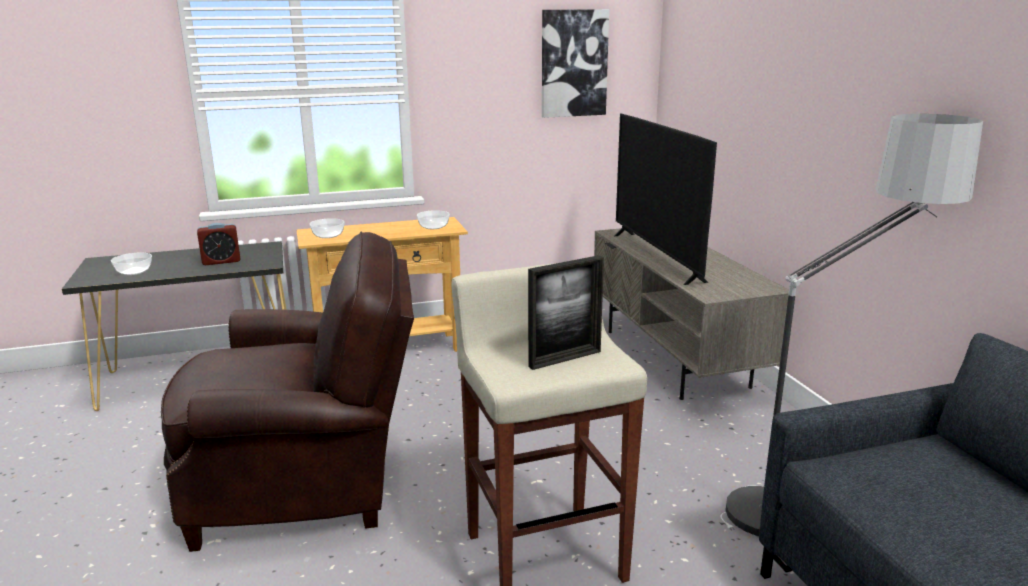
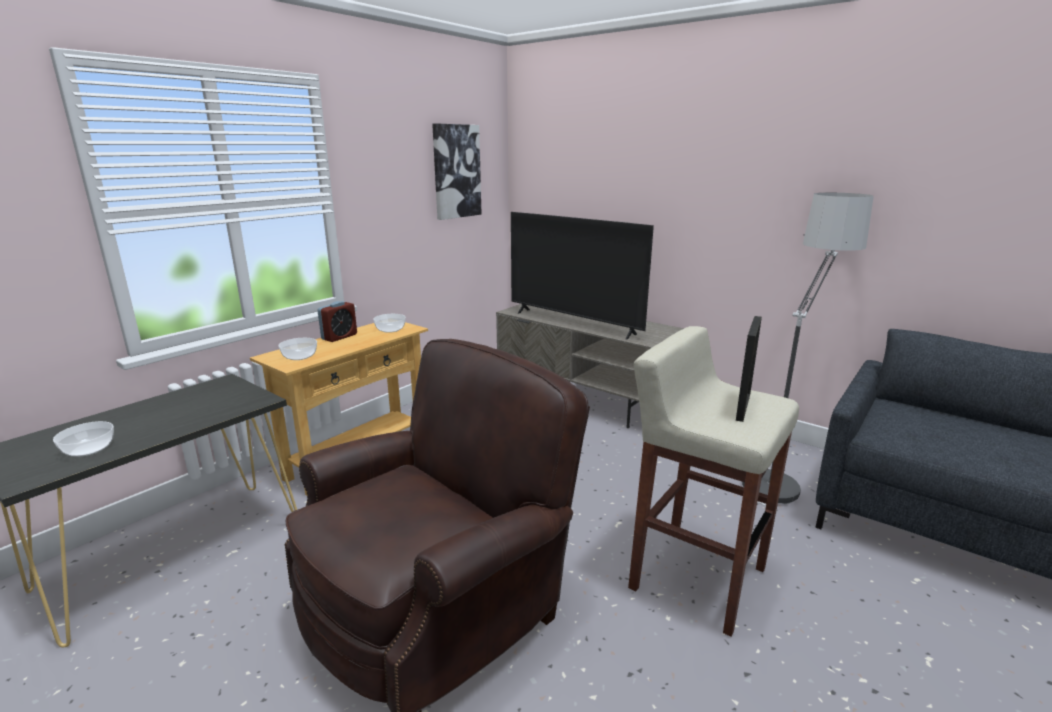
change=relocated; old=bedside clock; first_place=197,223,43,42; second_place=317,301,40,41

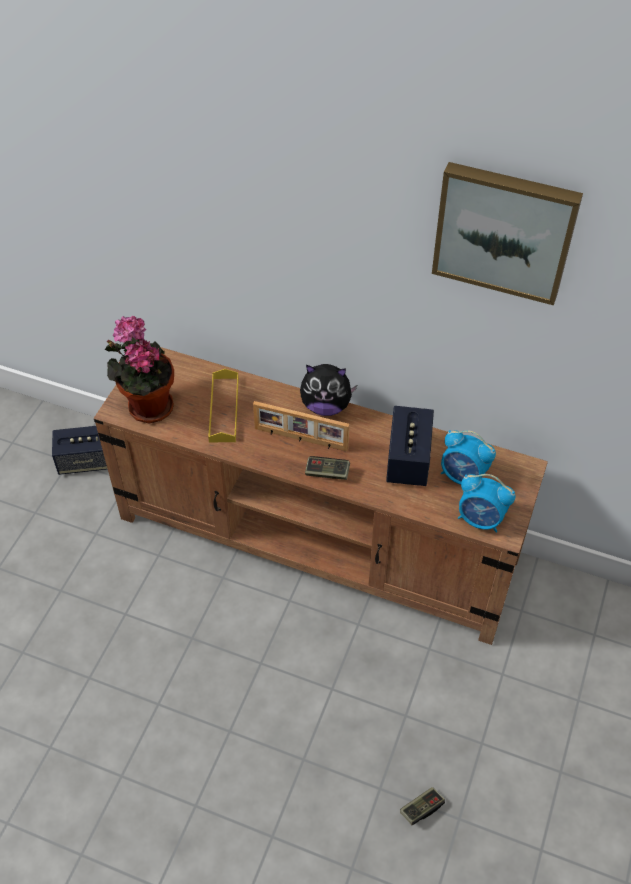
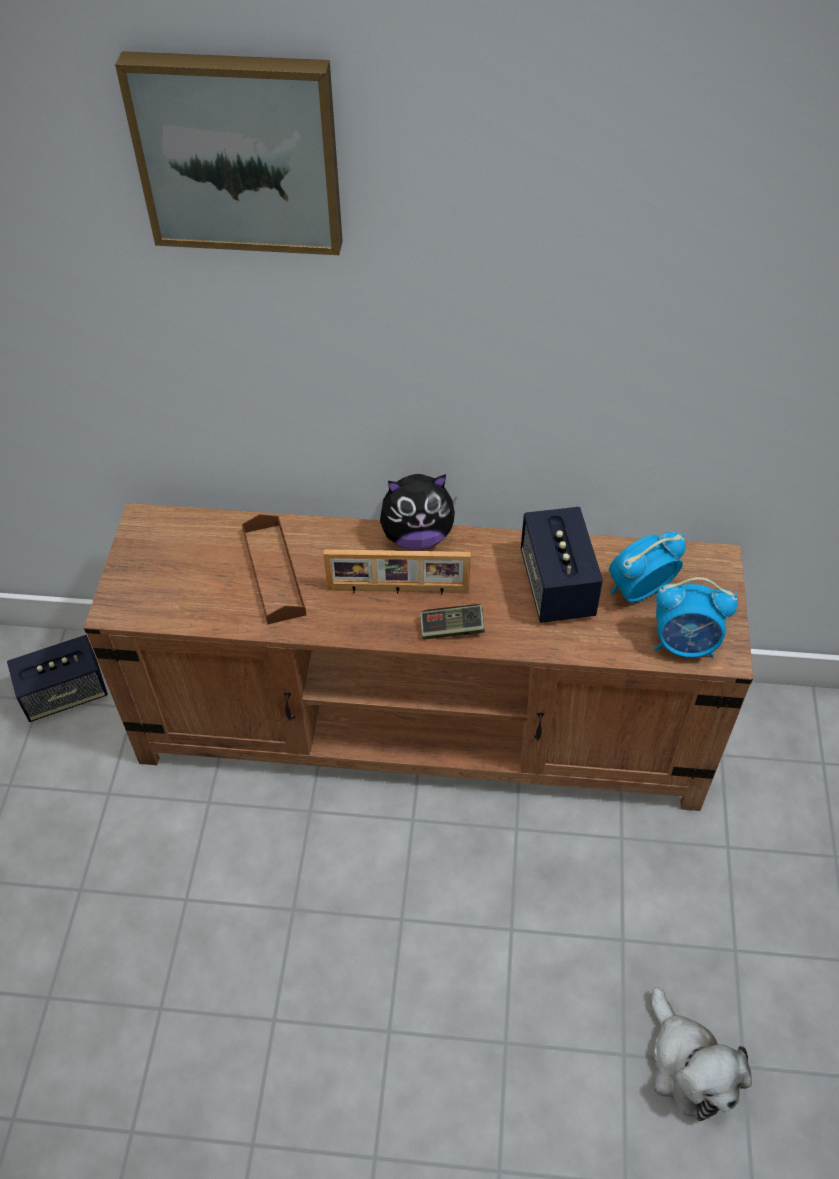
change=relocated; old=wall picture; first_place=432,162,151,143; second_place=115,51,228,204
change=missing; old=houseplant; first_place=105,316,69,107
change=colour; old=yellow-coloured carrying tray; new=brown carrying tray; first_place=208,369,31,73; second_place=242,514,64,110
change=spun; old=bedside clock; first_place=441,430,55,55; second_place=609,532,77,71; degrees=135
change=exchanged; old=game controller; new=plush toy; first_place=400,787,45,38; second_place=651,987,101,134

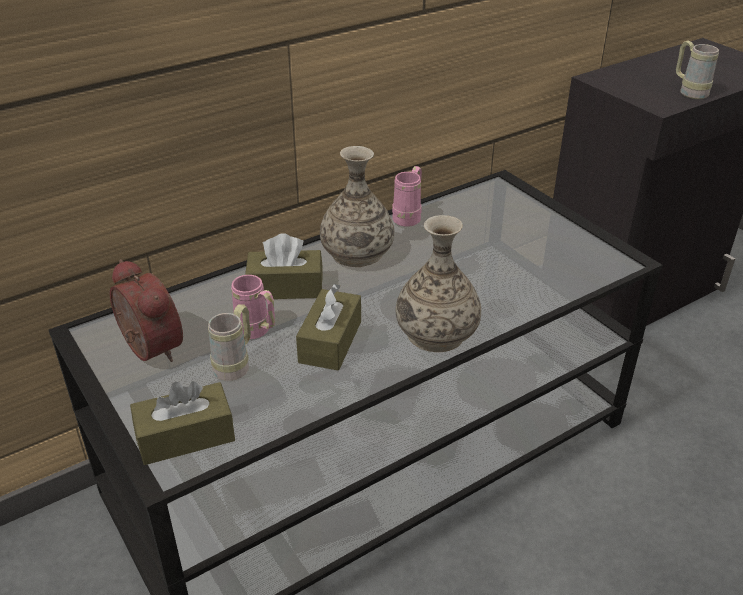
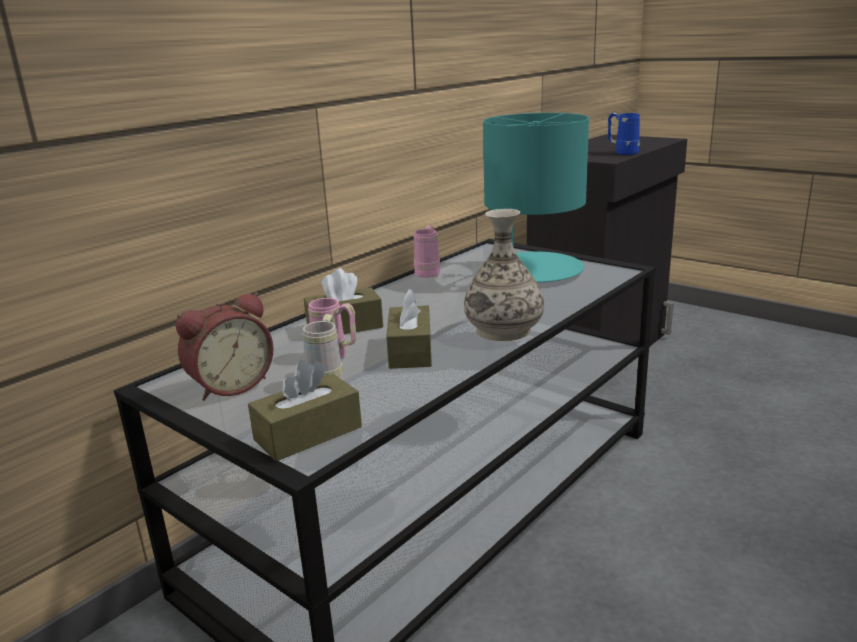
change=colour; old=beige tea mug; new=blue-coloured tea mug; first_place=676,40,43,59; second_place=608,112,32,43
change=missing; old=vase; first_place=320,146,74,121
change=spun; old=bedside clock; first_place=110,259,73,103; second_place=176,293,98,108; degrees=105
change=appeared; new=turquoise table lamp; second_place=483,113,106,169

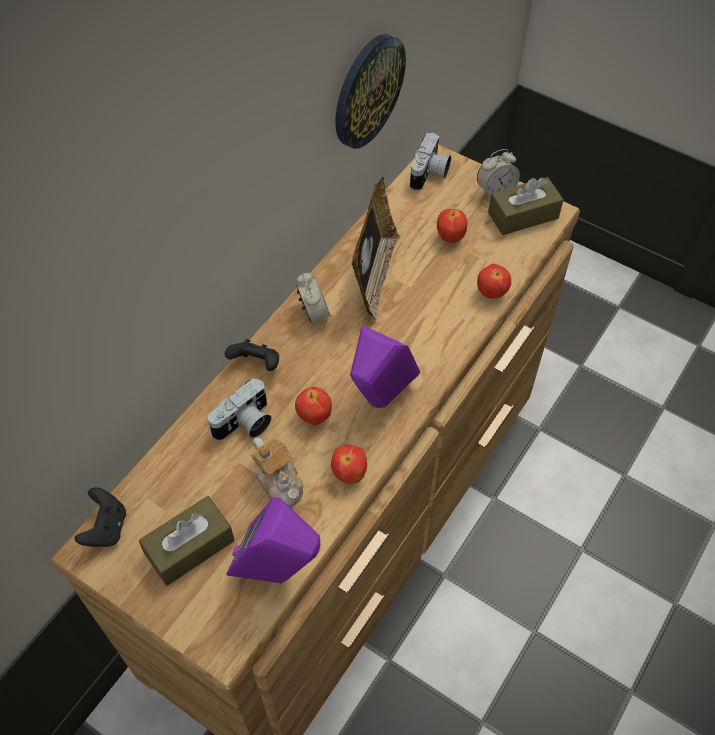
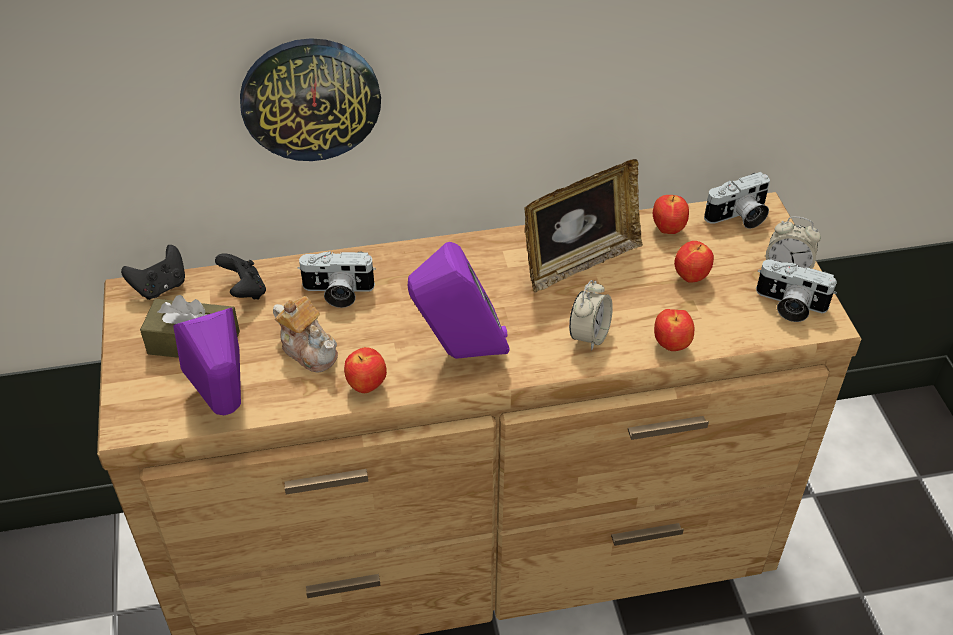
change=relocated; old=hanging clock; first_place=335,34,71,115; second_place=240,38,141,123
change=exchanged; old=brown box of tissues; new=photo camera; first_place=488,177,76,58; second_place=756,260,81,62
change=relocated; old=bedside clock; first_place=296,272,34,51; second_place=569,280,44,71
change=relocated; old=black-coloured game controller; first_place=225,339,54,32; second_place=215,253,51,47
change=relocated; old=whole apple; first_place=295,387,37,38; second_place=653,195,36,39
change=spun; old=tea pot; first_place=251,437,52,70; second_place=273,296,65,76; degrees=-60

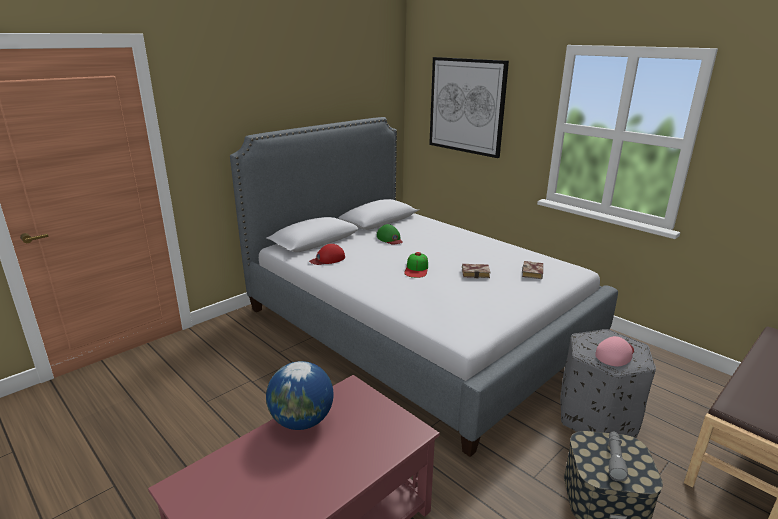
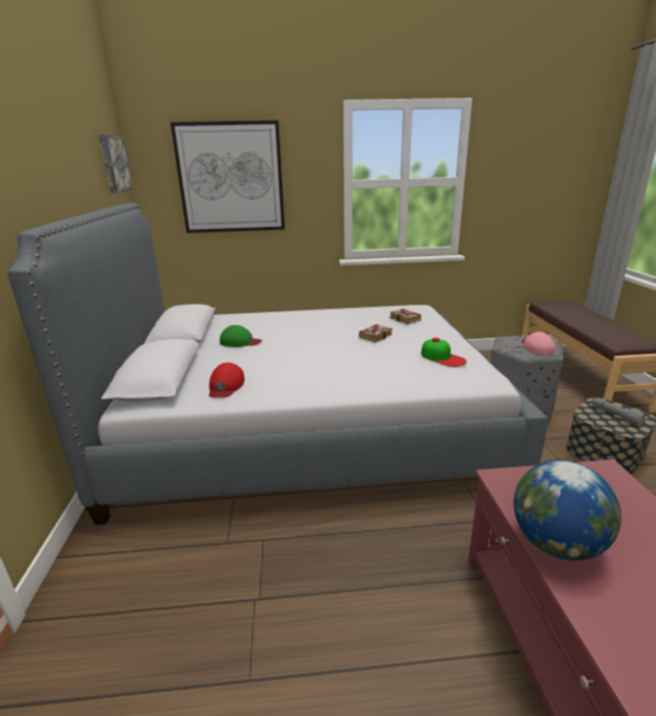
change=relocated; old=peaked cap; first_place=404,252,24,26; second_place=421,338,46,29
change=appeared; new=wall picture; second_place=99,134,34,59

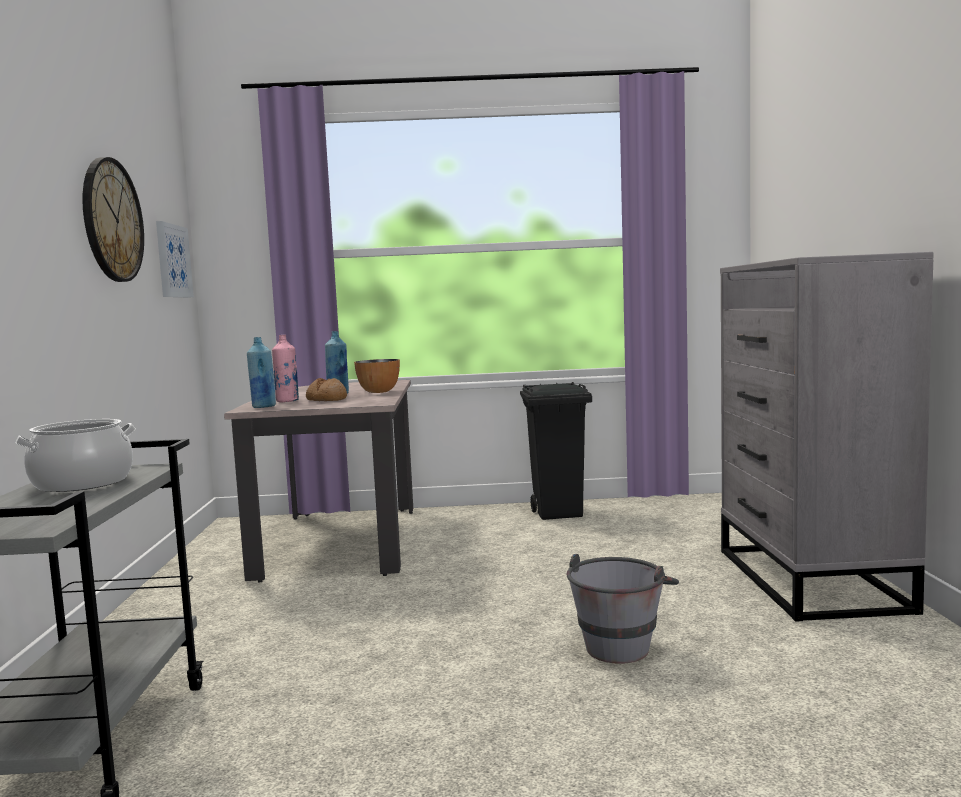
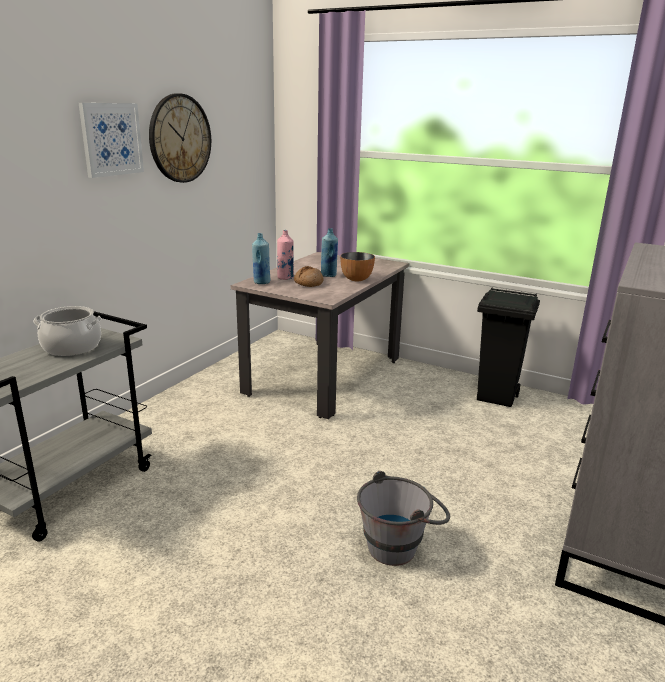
change=relocated; old=wall picture; first_place=156,221,38,77; second_place=79,103,65,75

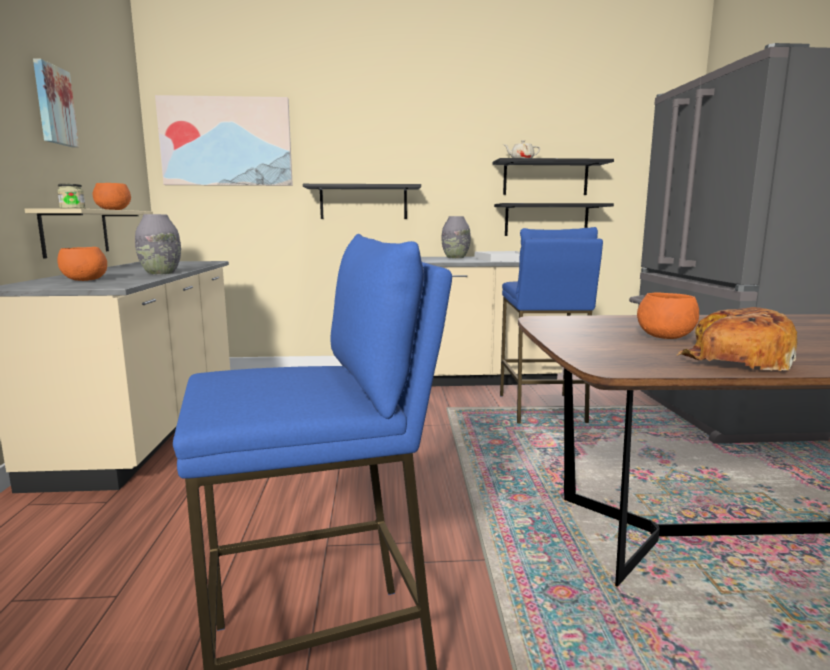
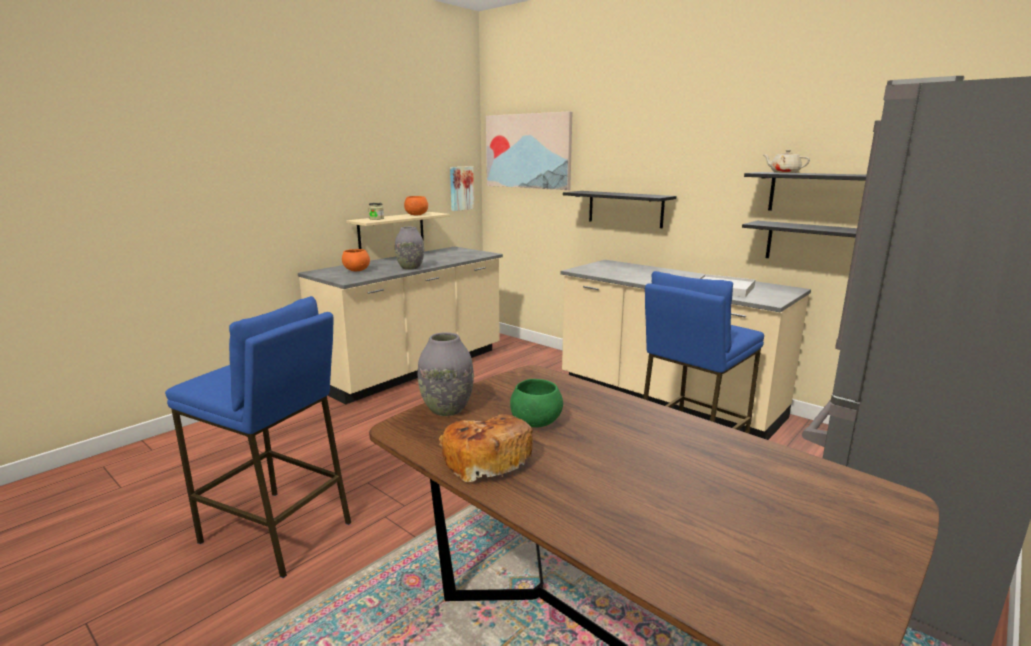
change=relocated; old=wall picture; first_place=33,58,46,89; second_place=450,166,24,45
change=relocated; old=gray vase; first_place=441,216,30,42; second_place=418,332,56,84
change=colour; old=orange-coloured bowl; new=greenish bowl; first_place=637,293,62,46; second_place=510,379,53,49

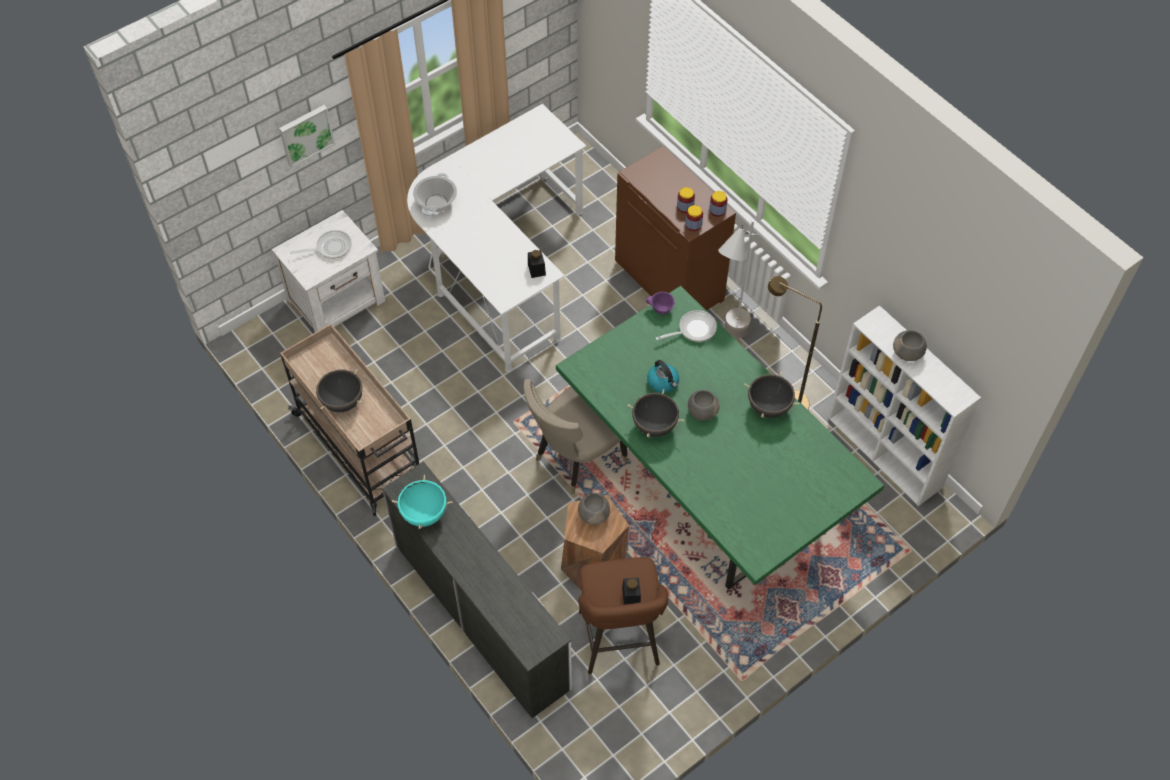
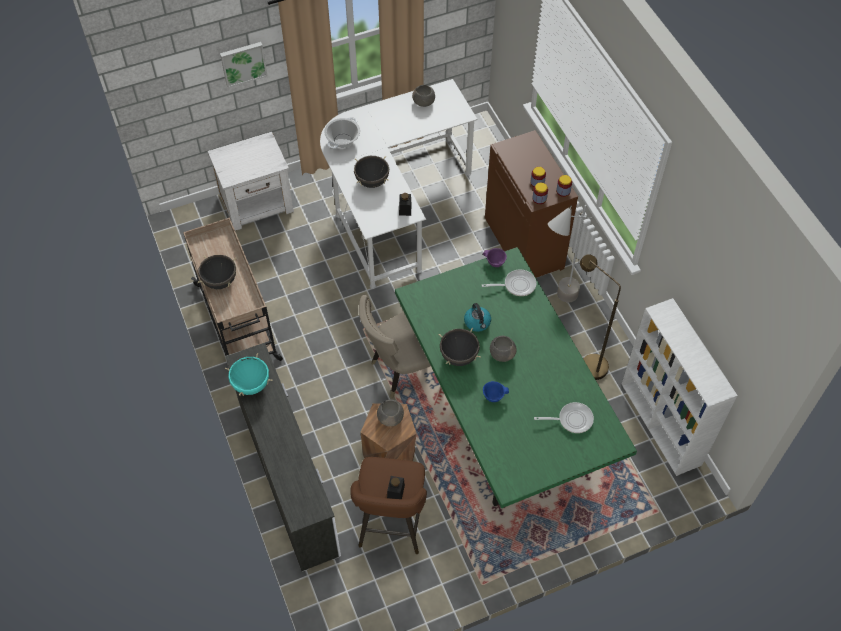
change=relocated; old=pan; first_place=290,230,62,29; second_place=534,402,60,31
change=relocated; old=gray bowl; first_place=893,330,34,31; second_place=412,85,23,22
change=relocated; old=black-coloured stockpot; first_place=744,372,55,46; second_place=354,156,35,32
change=appeared; new=blue-coloured bowl; second_place=483,381,26,21

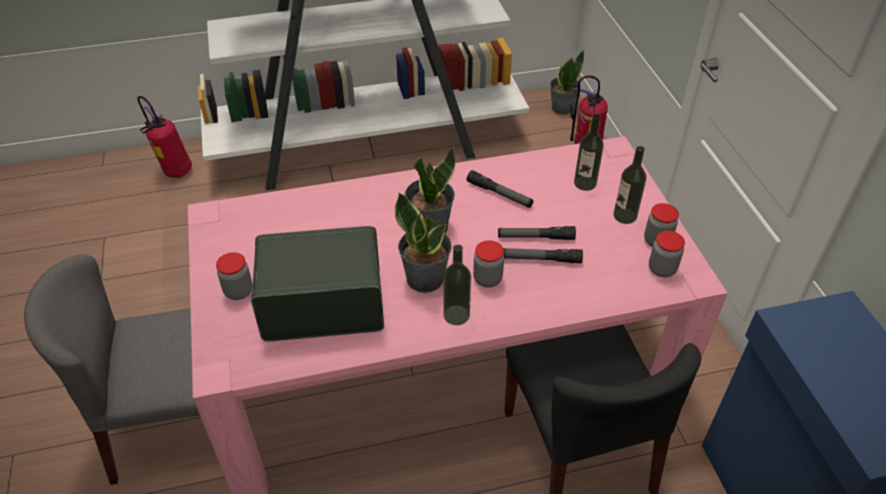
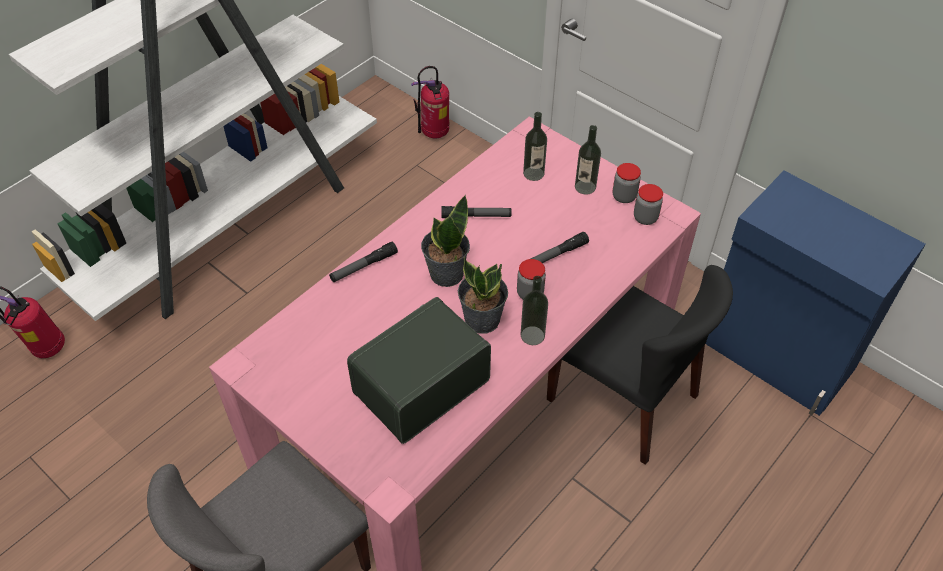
change=missing; old=houseplant; first_place=550,50,34,65
change=relocated; old=hand torch; first_place=498,226,78,14; second_place=329,241,69,41
change=missing; old=jar; first_place=216,252,37,48

